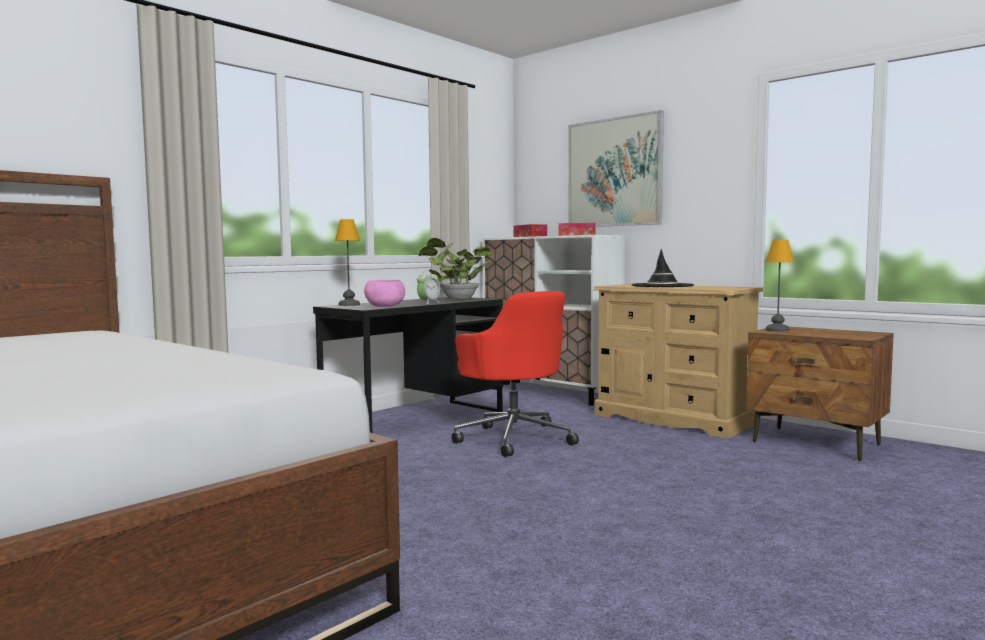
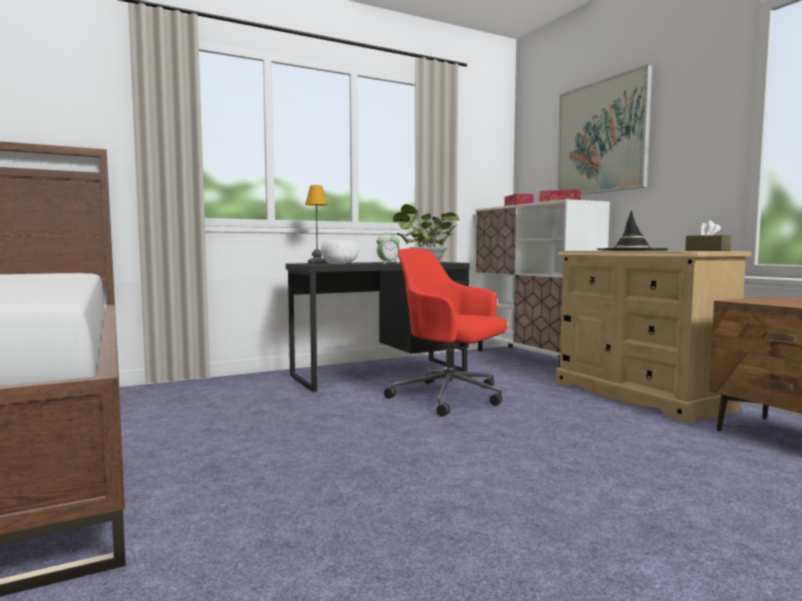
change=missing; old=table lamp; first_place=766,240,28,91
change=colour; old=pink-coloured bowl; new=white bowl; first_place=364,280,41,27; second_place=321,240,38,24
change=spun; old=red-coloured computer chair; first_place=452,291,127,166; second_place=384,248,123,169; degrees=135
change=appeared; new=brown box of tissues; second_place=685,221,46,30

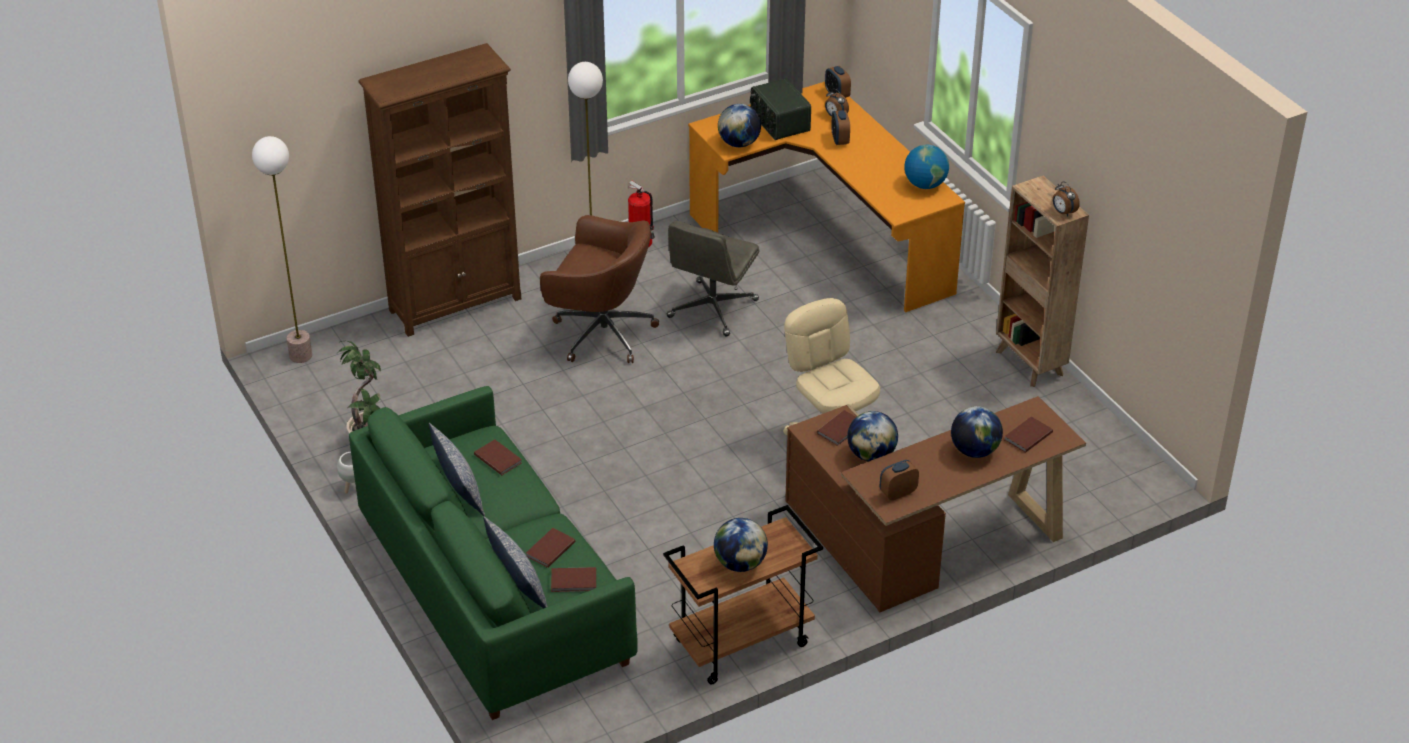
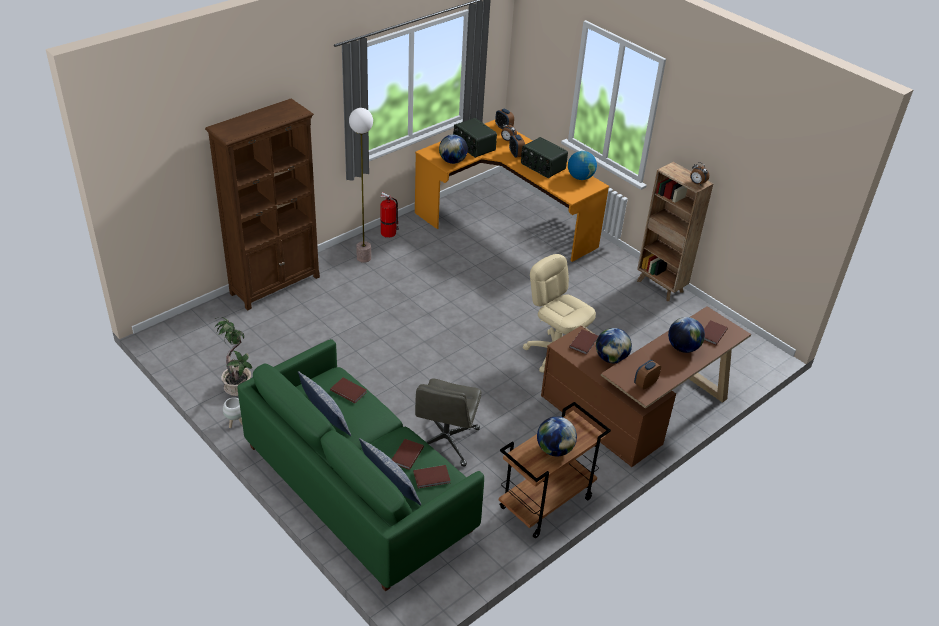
change=missing; old=standing lamp; first_place=252,136,60,227
change=missing; old=brown computer chair; first_place=540,215,119,148
change=relocated; old=gray computer chair; first_place=667,221,92,116; second_place=415,379,66,88
change=appeared; new=radio receiver; second_place=521,137,47,41

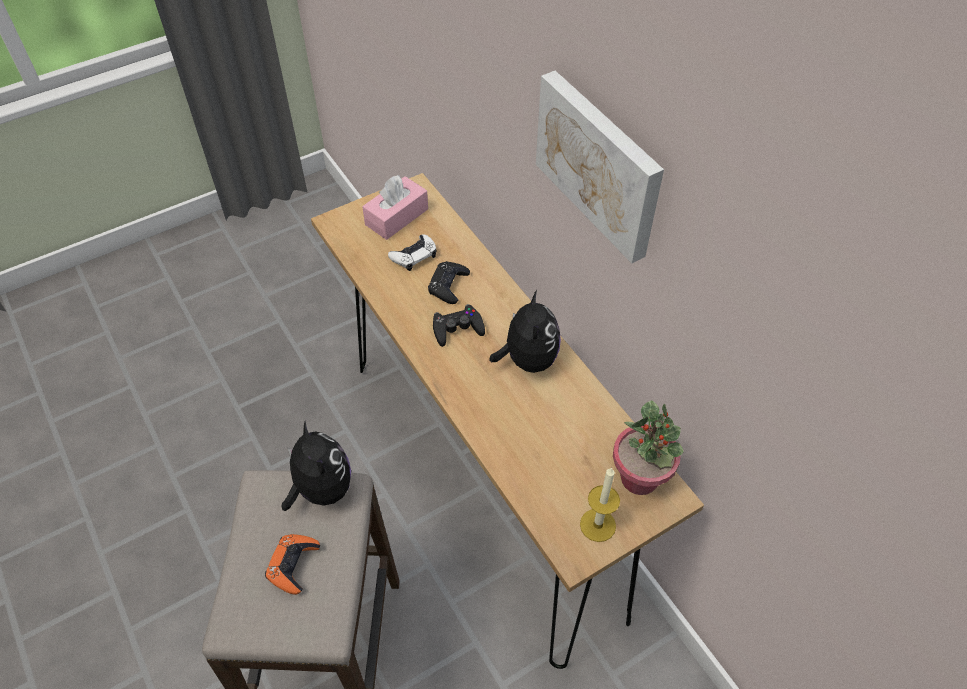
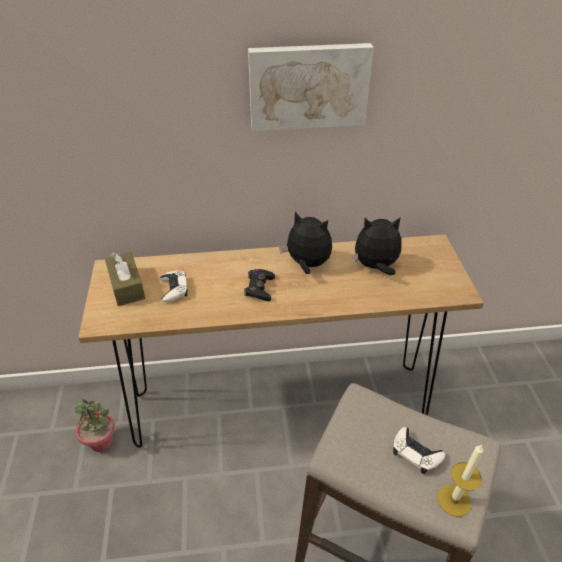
change=colour; old=pink-coloured box of tissues; new=brown box of tissues; first_place=362,175,66,65; second_place=105,252,41,54
change=missing; old=black-coloured game controller; first_place=428,261,42,43
change=relocated; old=houseplant; first_place=613,400,71,95; second_place=74,399,41,53
change=relocated; old=plush toy; first_place=281,421,70,90; second_place=353,217,48,58
change=relocated; old=wax light; first_place=580,467,40,75; second_place=438,445,45,72
change=colour; old=orange-coloured game controller; new=white game controller; first_place=265,534,55,61; second_place=393,427,52,47

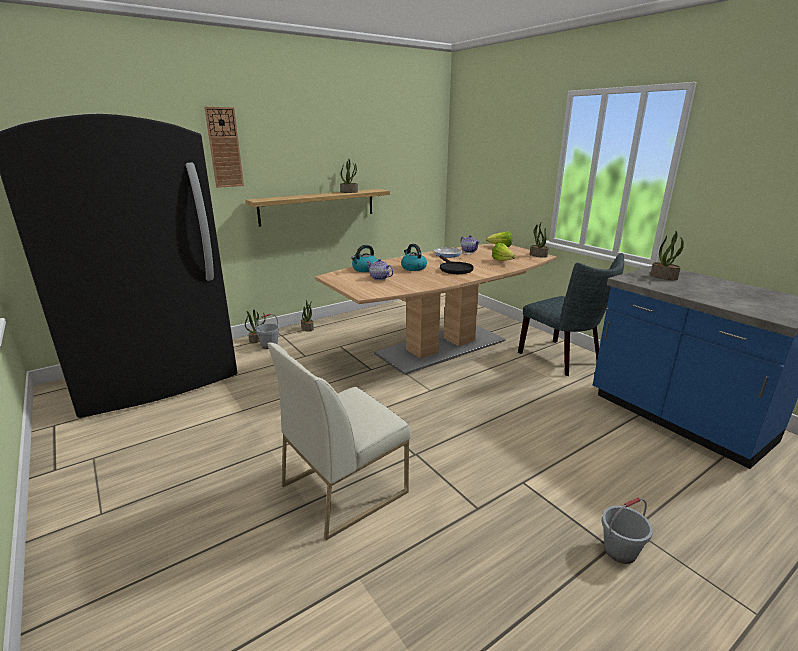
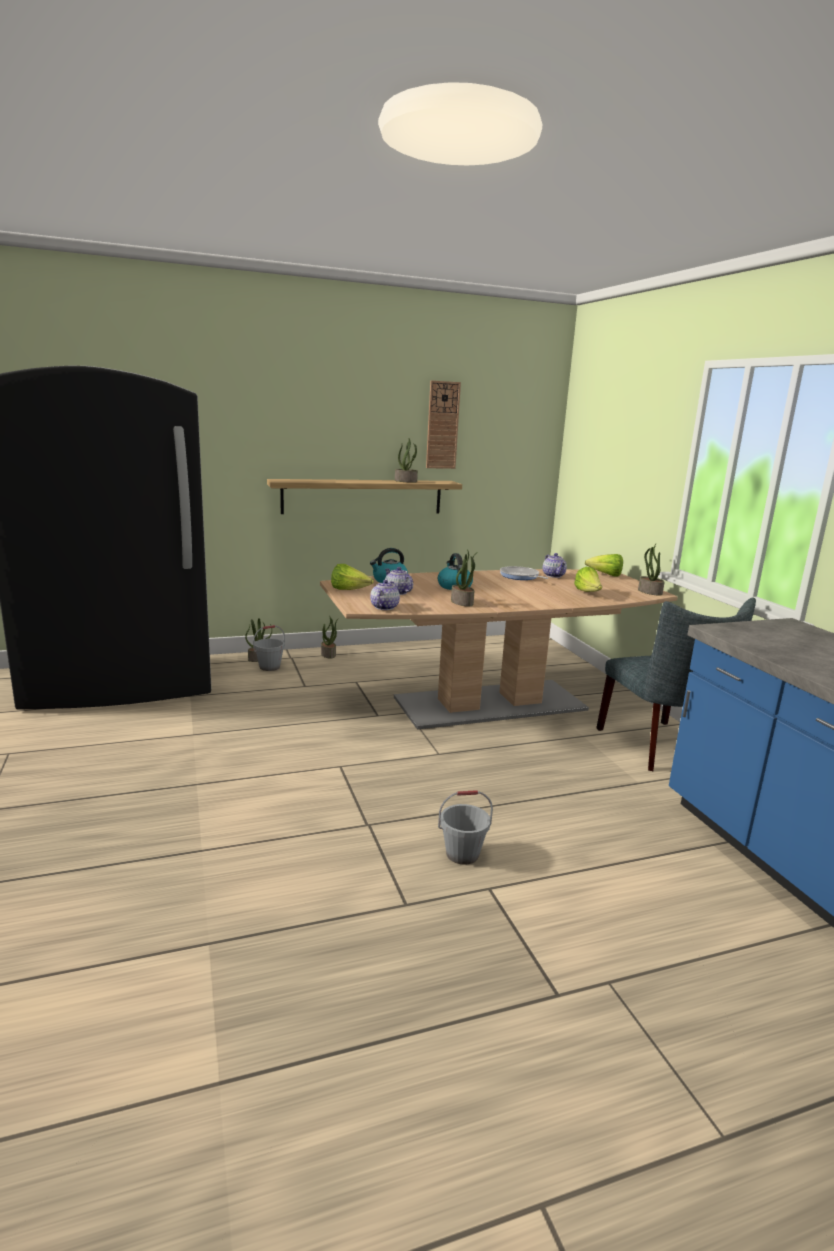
change=relocated; old=hanging clock; first_place=204,107,40,81; second_place=426,380,35,89
change=relocated; old=houseplant; first_place=650,231,34,49; second_place=451,549,25,58
change=missing; old=black-coloured pan; first_place=440,255,34,19
change=missing; old=white plain chair; first_place=267,342,144,198
change=relocated; old=gray pail; first_place=602,498,51,66; second_place=438,790,55,75
change=appeared; new=lettuce; second_place=331,564,43,26
change=appeared; new=tea pot; second_place=370,580,30,30

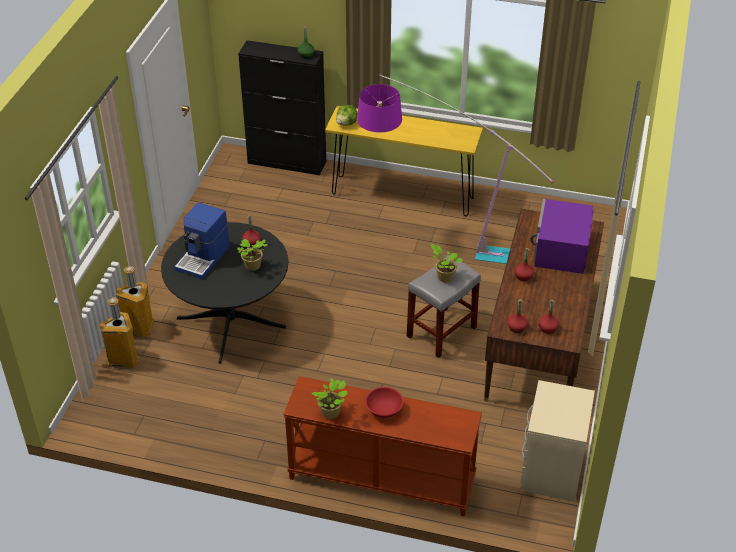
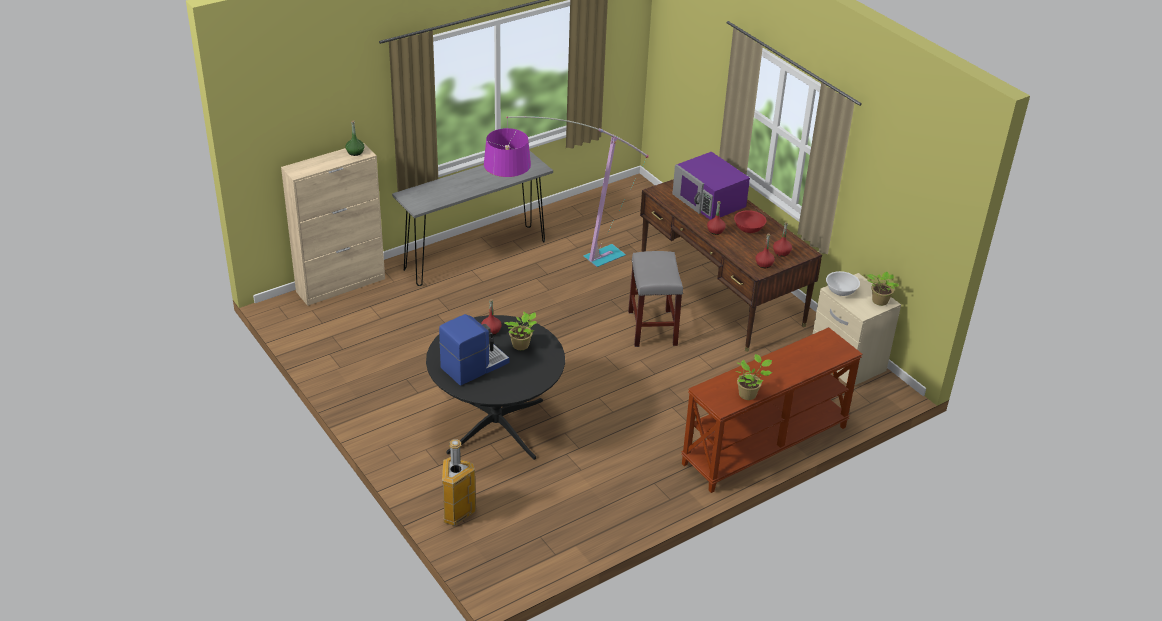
change=colour; old=black-coloured cabinet; new=beige cabinet; first_place=238,40,88,135; second_place=281,144,104,162
change=missing; old=lettuce; first_place=336,105,22,21
change=colour; old=yellow-coloured narrow table; new=gray narrow table; first_place=325,106,158,110; second_place=392,150,161,136
change=spun; old=coffee machine; first_place=175,202,55,78; second_place=439,314,71,72; degrees=-105
change=relocated; old=houseplant; first_place=430,244,33,38; second_place=867,272,32,34
change=missing; old=waste bin; first_place=116,266,38,72
change=relocated; old=red-coloured bowl; first_place=365,387,38,31; second_place=734,210,32,23
change=appeared; new=white bowl; second_place=826,271,34,25

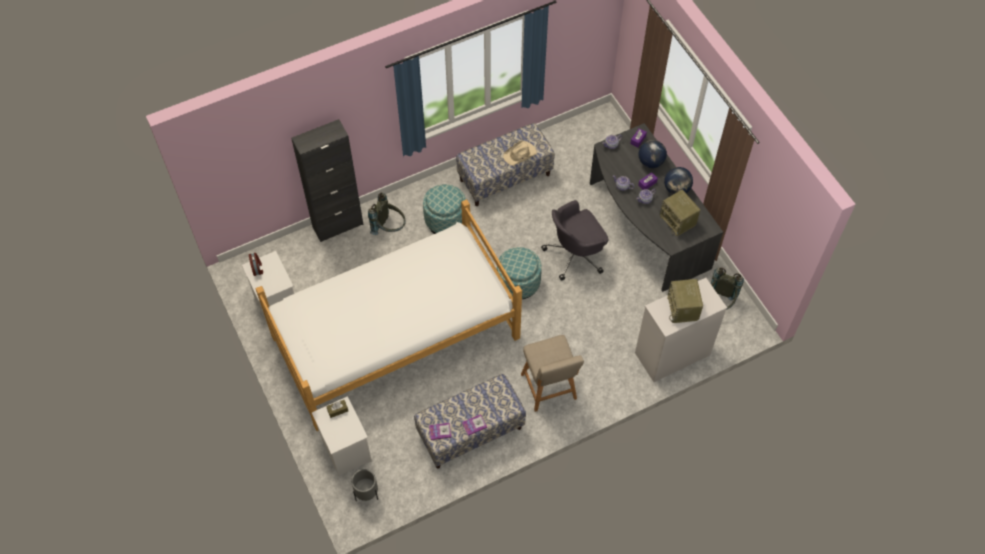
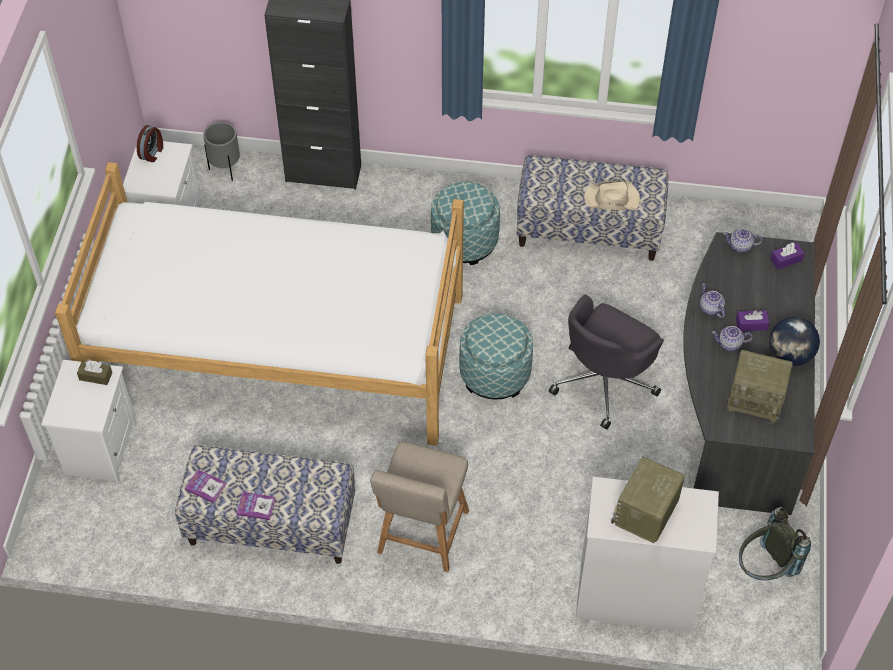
change=missing; old=desk globe; first_place=639,140,28,28
change=spun; old=radio receiver; first_place=660,190,40,46; second_place=727,350,66,74; degrees=-75
change=missing; old=gray backpack; first_place=368,192,38,43
change=spun; old=gray computer chair; first_place=541,200,67,81; second_place=549,295,115,135; degrees=-60
change=relocated; old=gray plant pot; first_place=351,469,27,32; second_place=203,122,37,59

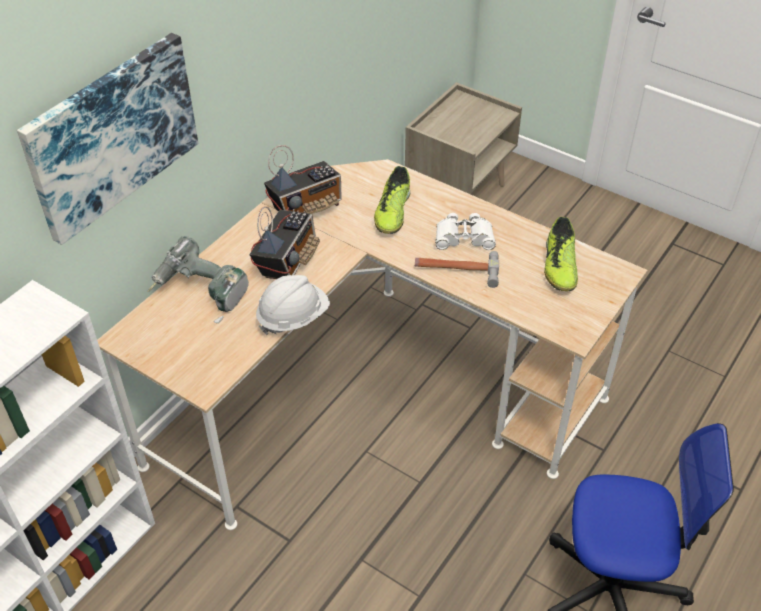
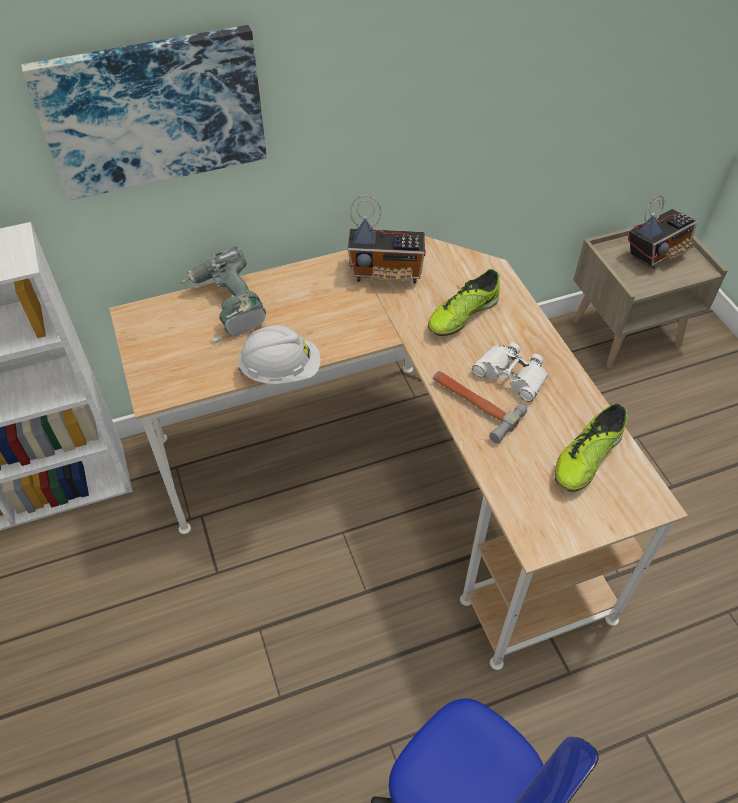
change=relocated; old=radio receiver; first_place=249,206,71,73; second_place=628,195,69,74

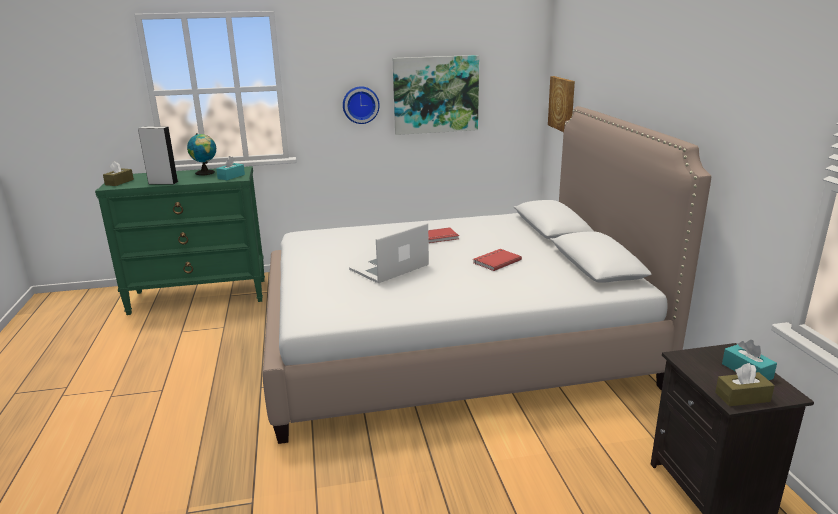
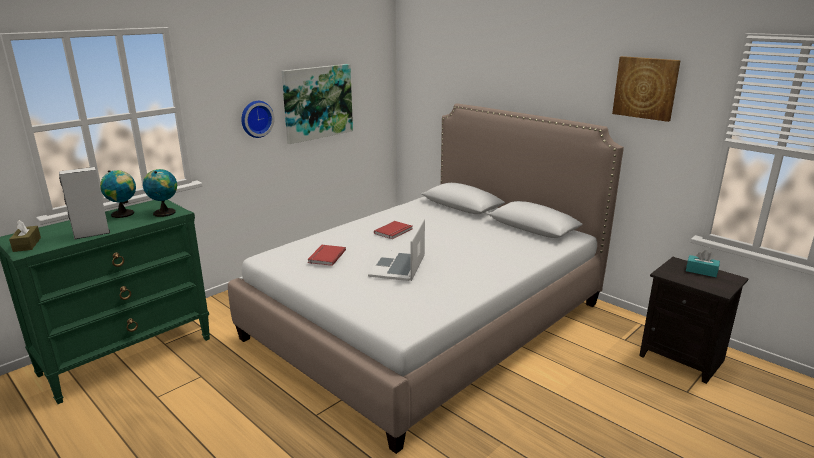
change=relocated; old=wall picture; first_place=548,76,27,56; second_place=612,56,69,66
change=exchanged; old=turquoise box of tissues; new=desk globe; first_place=216,156,29,24; second_place=143,169,34,48
change=relocated; old=red-coloured book; first_place=473,249,49,22; second_place=307,245,39,21
change=missing; old=brown box of tissues; first_place=715,363,60,43

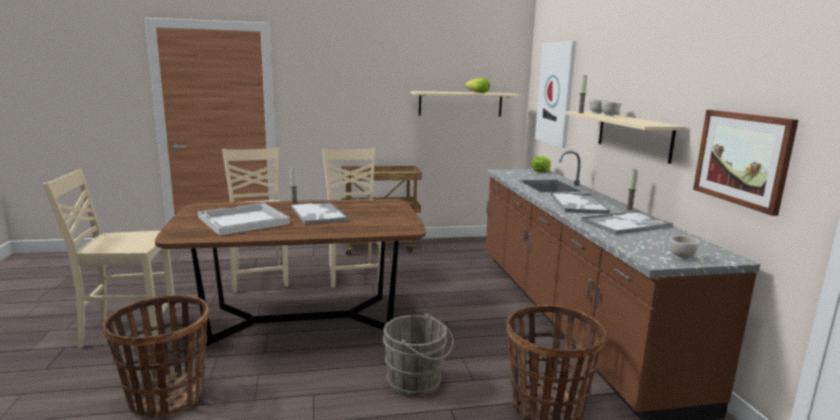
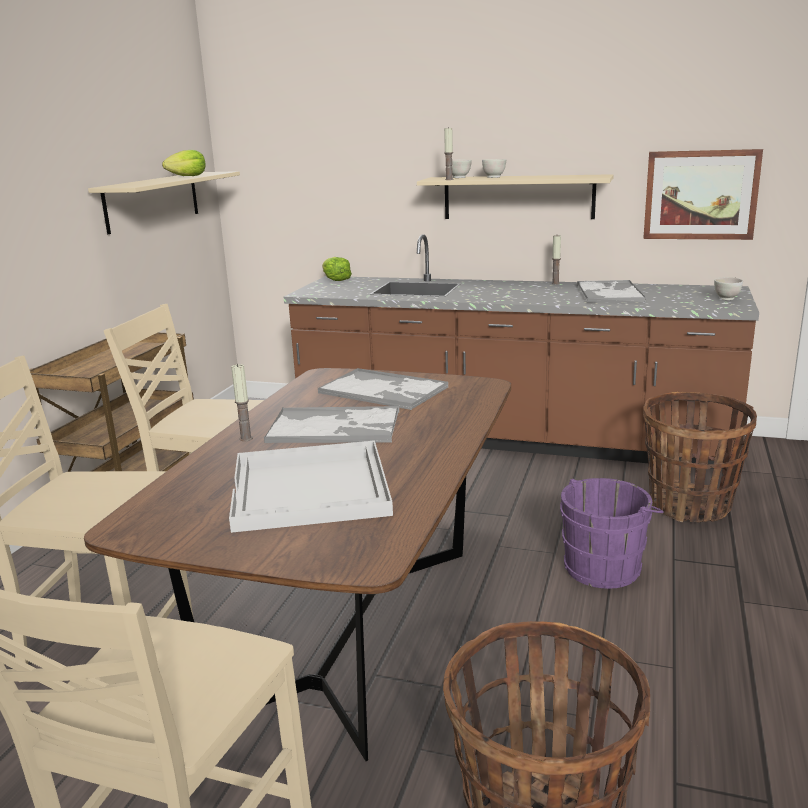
change=missing; old=wall picture; first_place=535,41,42,107
change=relocated; old=carrying tray; first_place=551,193,59,21; second_place=318,368,130,42
change=colour; old=gray pail; new=purple pail; first_place=383,313,71,84; second_place=560,478,104,111

